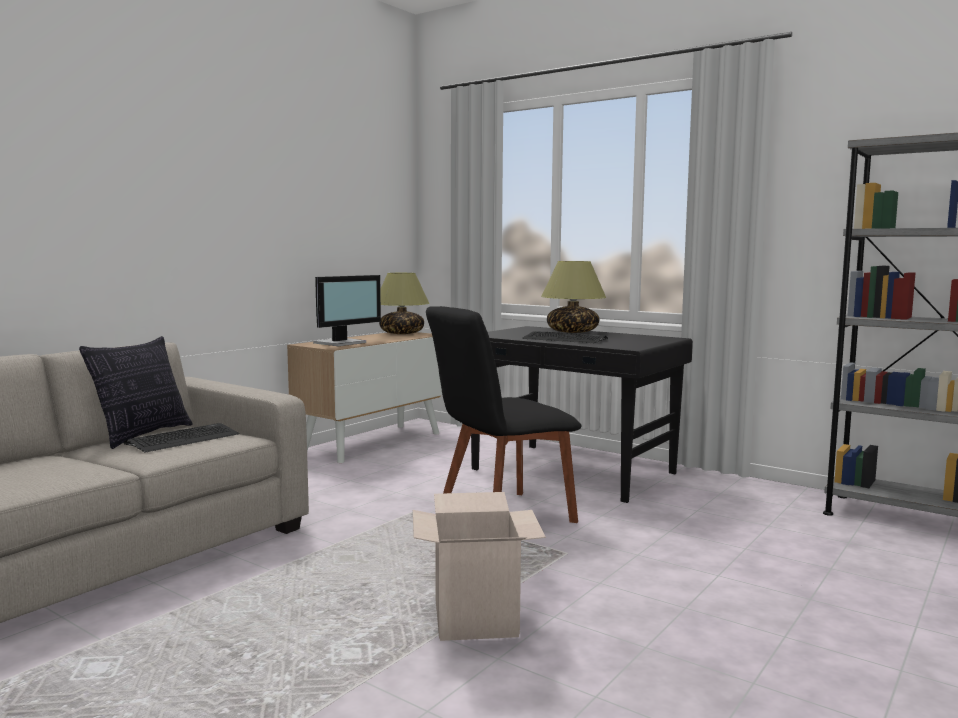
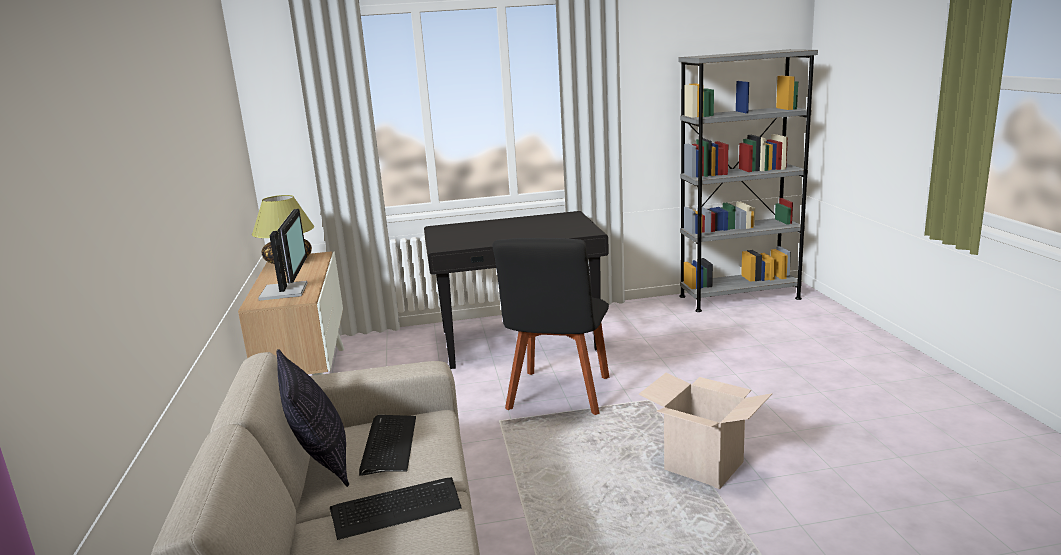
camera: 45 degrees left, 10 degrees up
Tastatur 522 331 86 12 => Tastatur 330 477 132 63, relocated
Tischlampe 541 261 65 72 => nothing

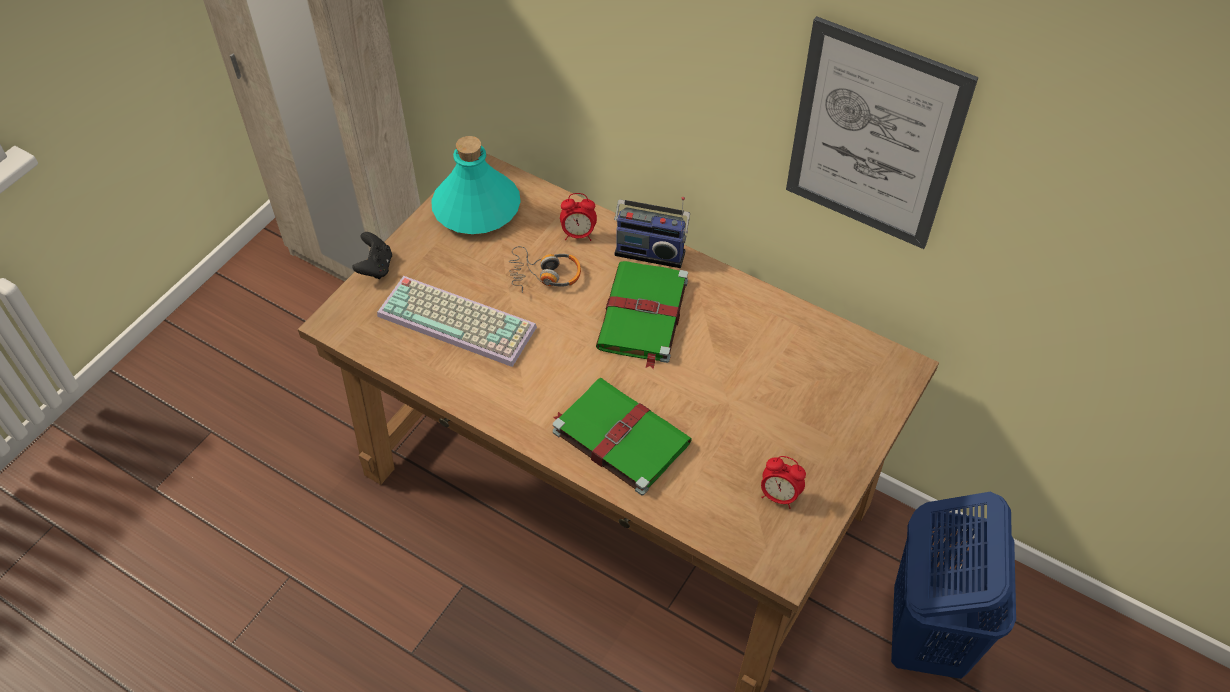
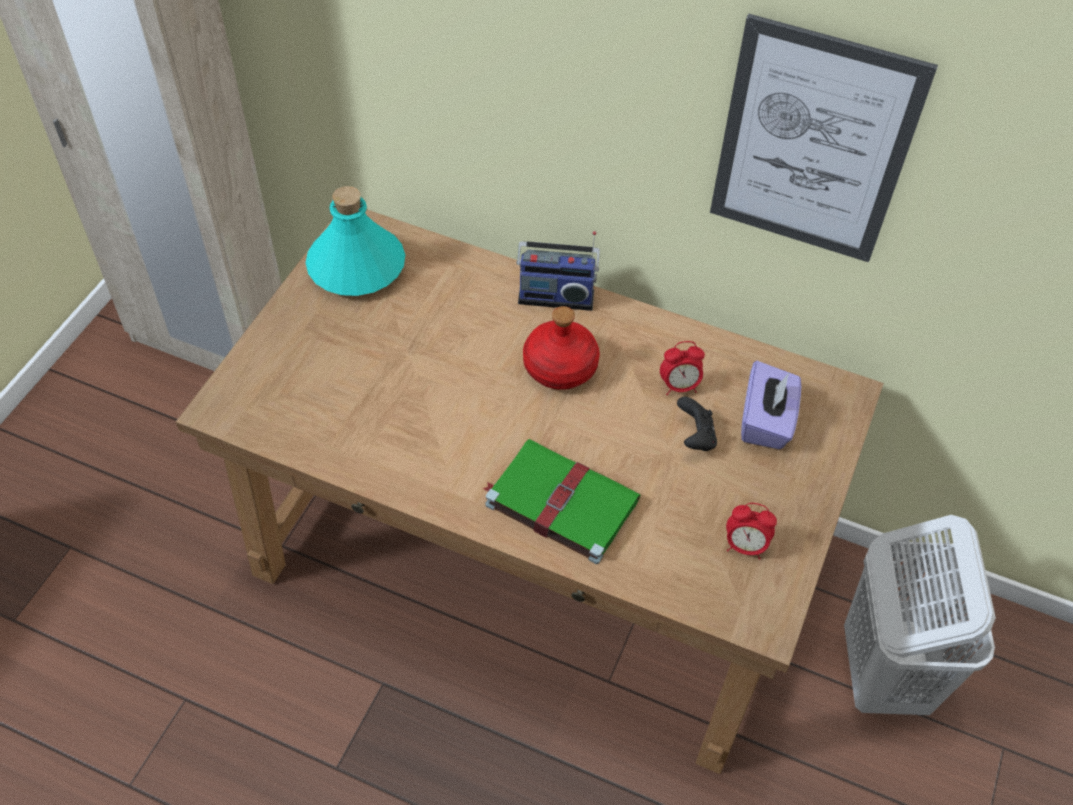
camera: 10 degrees left, 0 degrees up
Buch/grün 596 261 92 108 => Flasche/rot 523 306 77 84
Wecker 560 193 37 48 => Wecker 660 341 45 54, relocated
Gamepad/schwarz 352 232 40 47 => Gamepad/schwarz 677 397 40 54, relocated
nothing => Taschentuchbox/lila 741 361 60 88
Wäschekorb/blau 891 492 125 187 => Wäschekorb/weiß 844 515 152 200
Tastatur 377 276 160 91 => nothing
Kopfhörer 509 246 72 47 => nothing

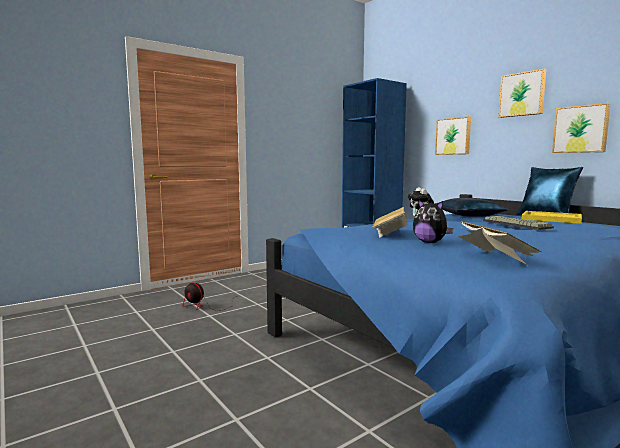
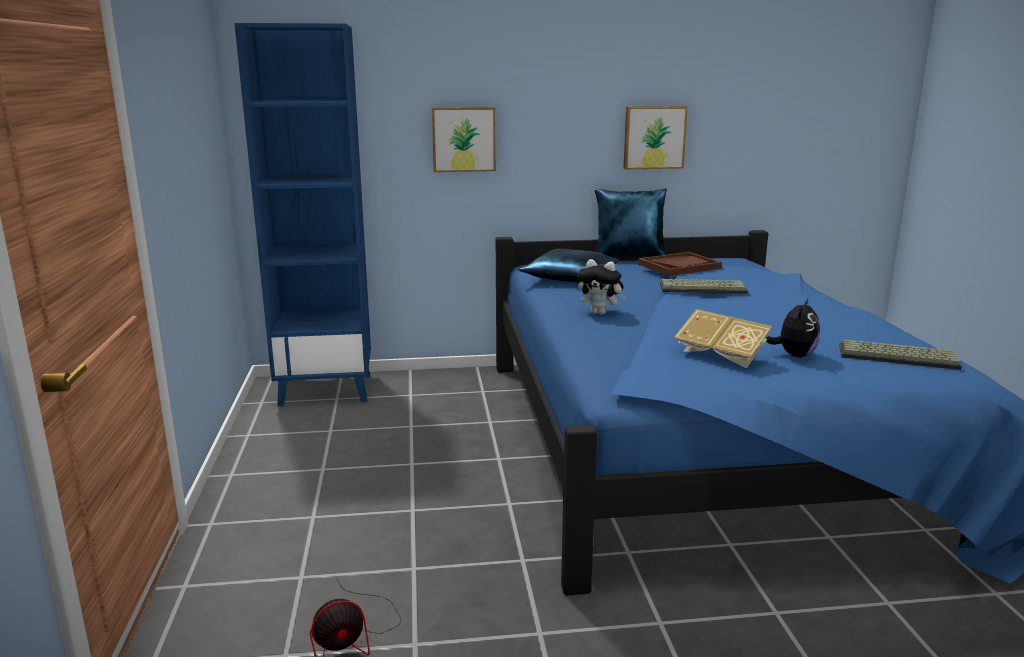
camera: 60 degrees left, 10 degrees up
Tablett/gelb 522 211 60 13 => Tablett/braun 638 252 84 24
Plüschtier 413 200 40 43 => Plüschtier 766 299 54 58, 45 degrees counterclockwise
Buch 458 221 84 44 => Tastatur 839 340 123 30
Bild 498 69 48 49 => nothing

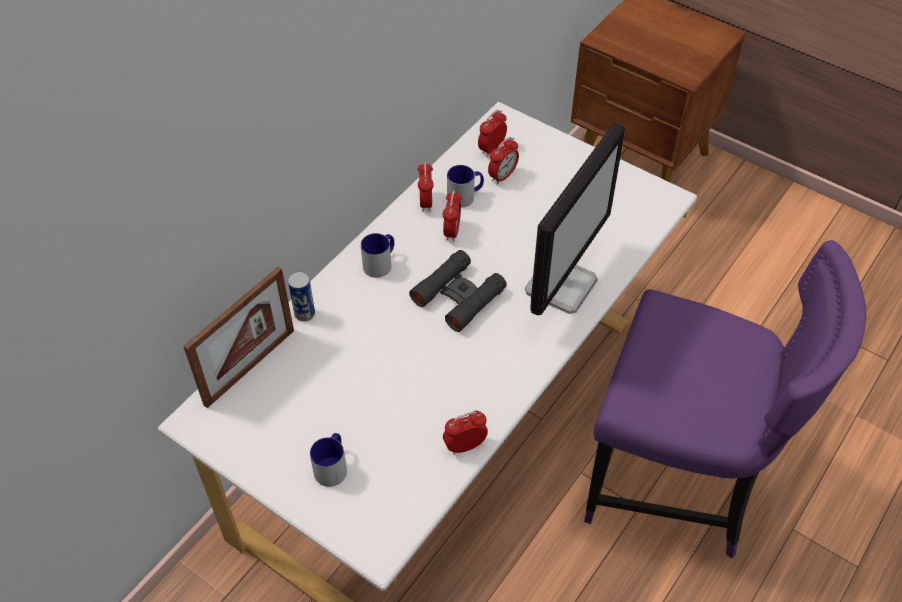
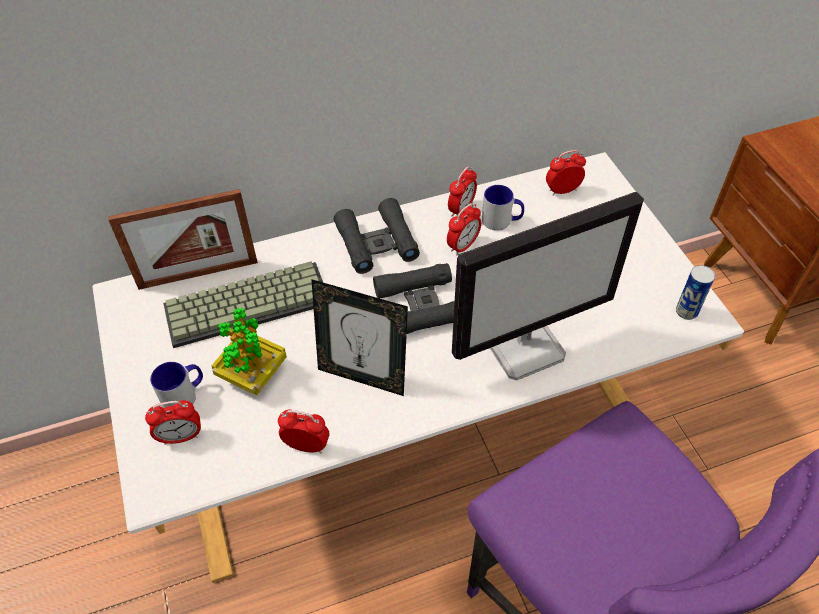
camera: 35 degrees right, 0 degrees up
Wecker 488 137 31 48 => Wecker 145 400 56 45, relocated
nothing => Tastatur 163 261 160 87
nothing => Topfpflanze 211 308 76 87
nothing => Bilderrahmen 311 279 97 117
Henkelbecher 361 233 33 45 => Fernglas/schwarz 334 198 86 76
Dose 288 271 27 51 => Dose 676 265 39 55, relocated

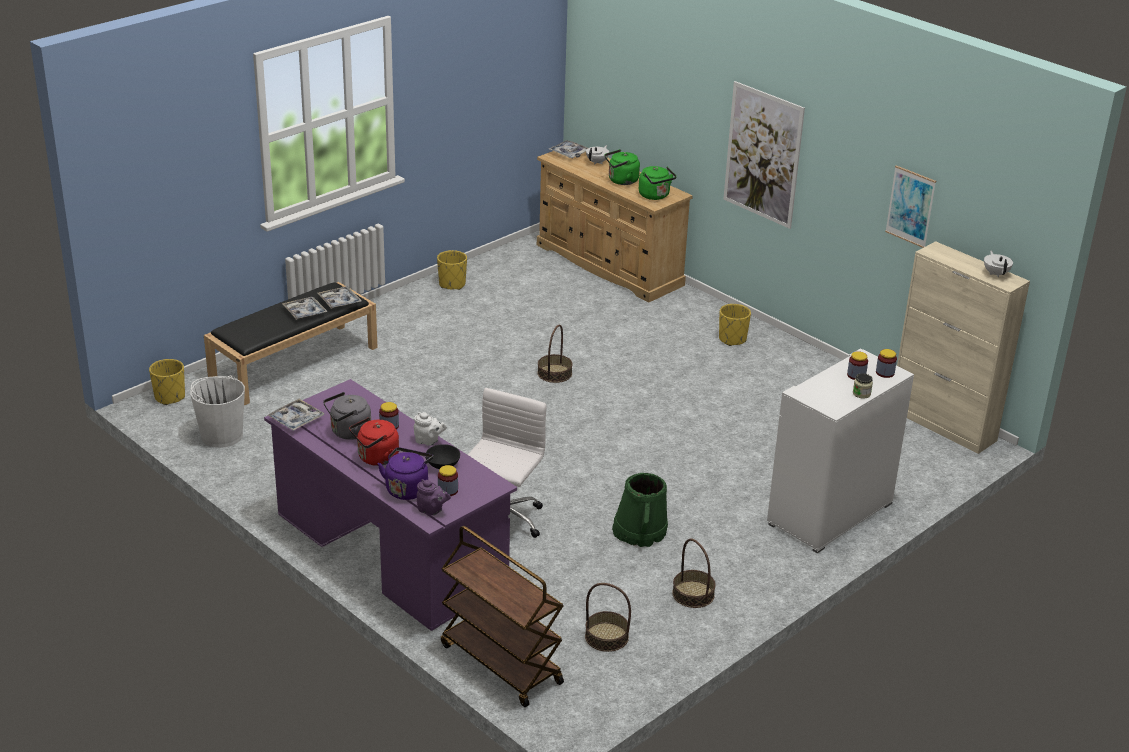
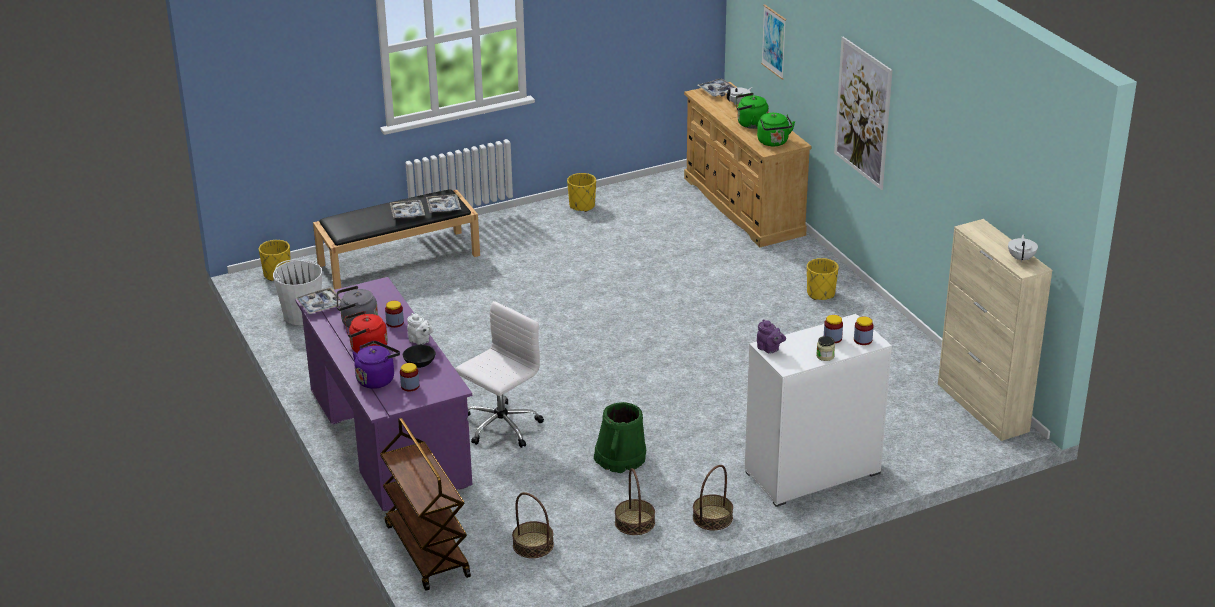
camera: 20 degrees right, 0 degrees up
Korb 538 325 35 58 => Korb 693 465 40 65, relocated
Teekanne/lila 417 479 34 36 => Teekanne/lila 757 319 29 35, relocated
Bild 885 165 51 83 => Bild 761 5 25 74, relocated

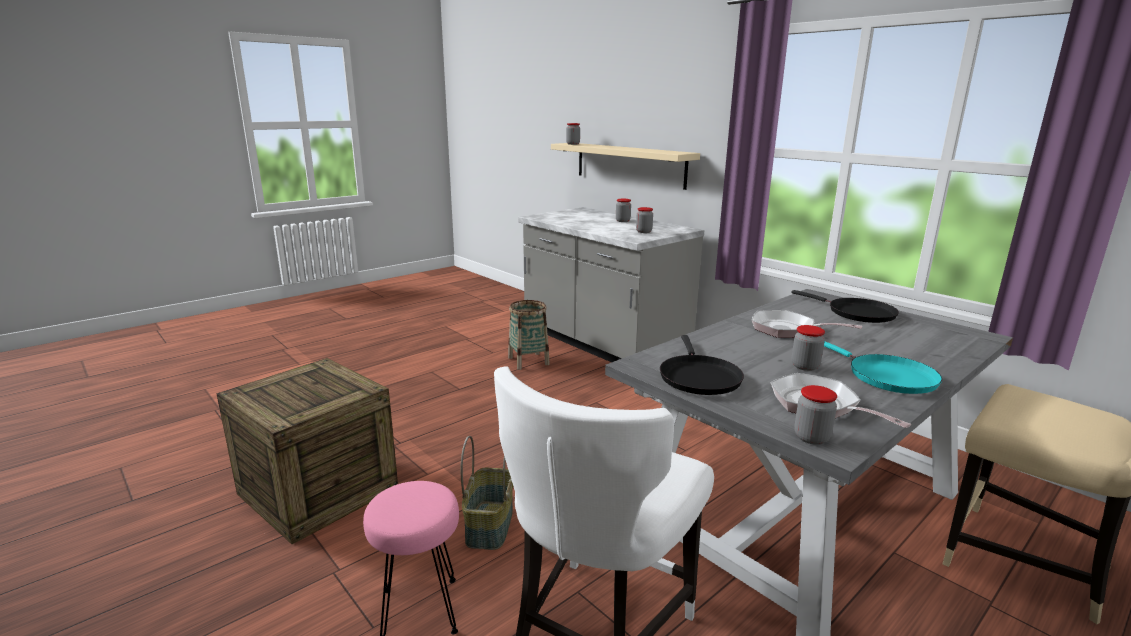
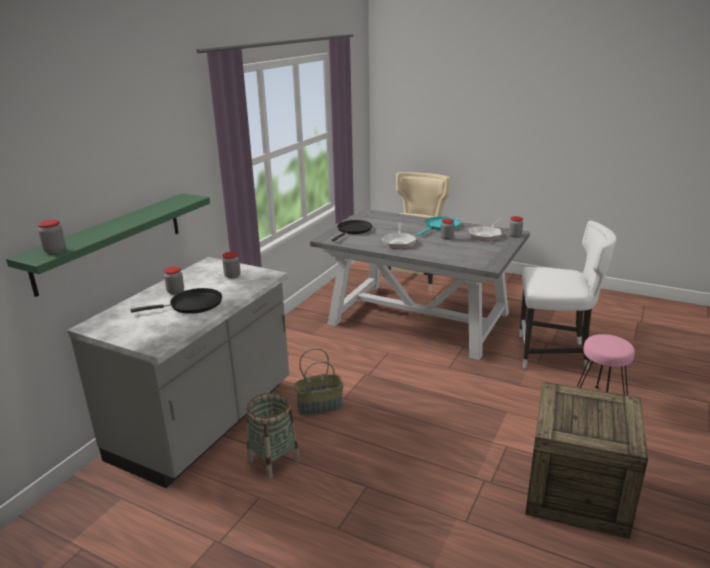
camera: 110 degrees left, 5 degrees up
Wandregal/beige 551 143 149 47 => Wandregal/grün 6 193 204 104
Pfanne/schwarz 660 335 84 60 => Pfanne/schwarz 131 288 91 26, relocated
Korb 460 436 53 114 => Korb 295 348 49 68, relocated

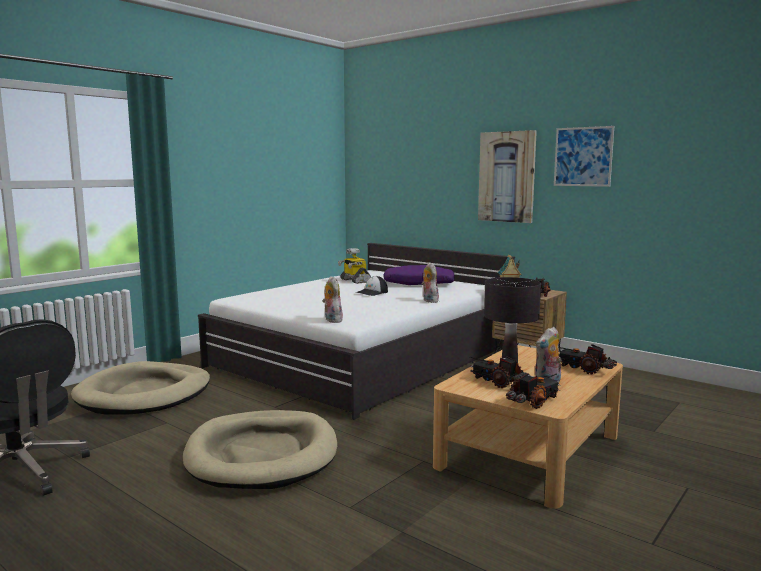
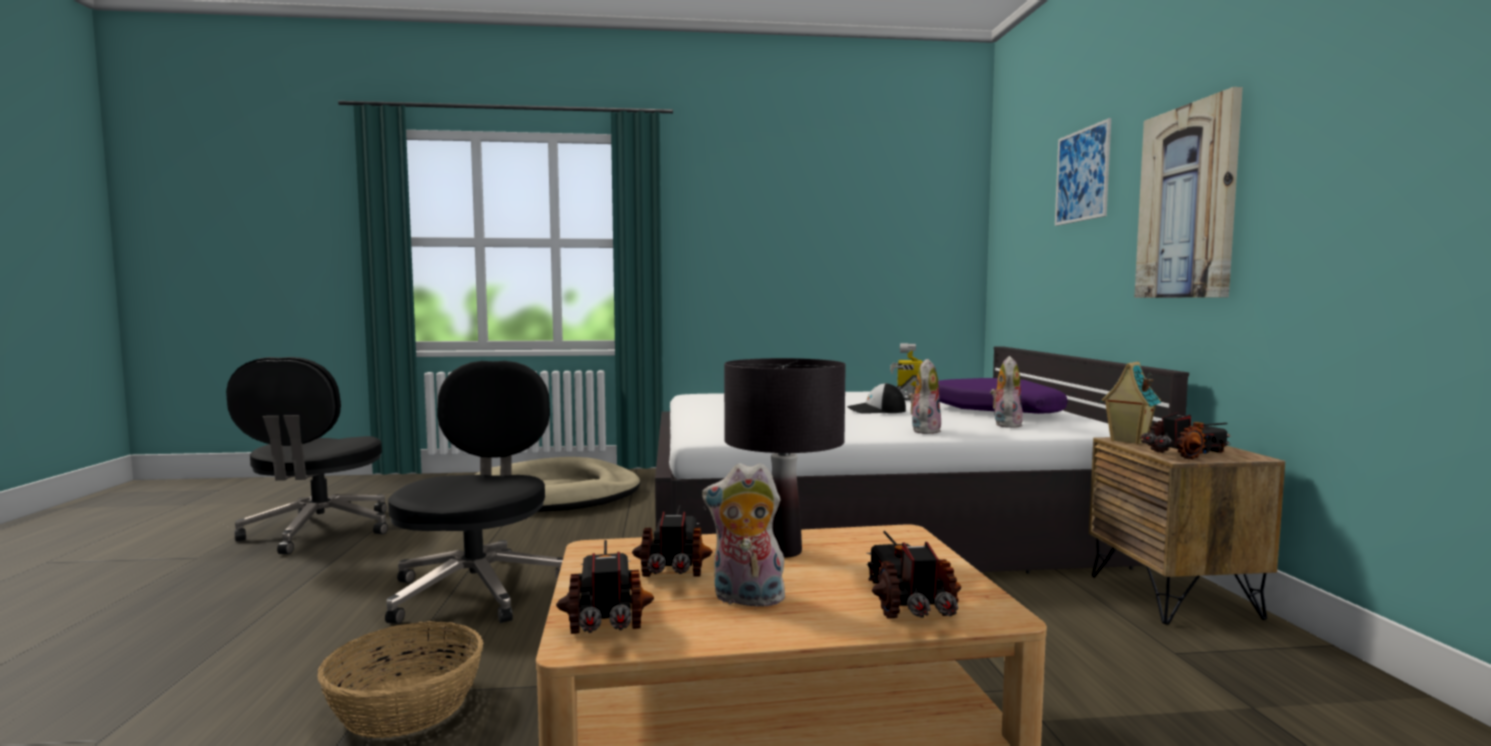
camera: 45 degrees right, 5 degrees down
nothing => Korb 317 621 167 117
Hundebett/beige 183 410 154 79 => Bürostuhl/schwarz 385 361 178 263
Spielzeuglaster 506 373 55 36 => Spielzeuglaster 556 540 98 94, 105 degrees counterclockwise
Plüschtier 322 276 21 47 => Plüschtier 990 356 33 72, relocated
Bild 554 126 60 61 => Bild 1055 118 56 108, relocated

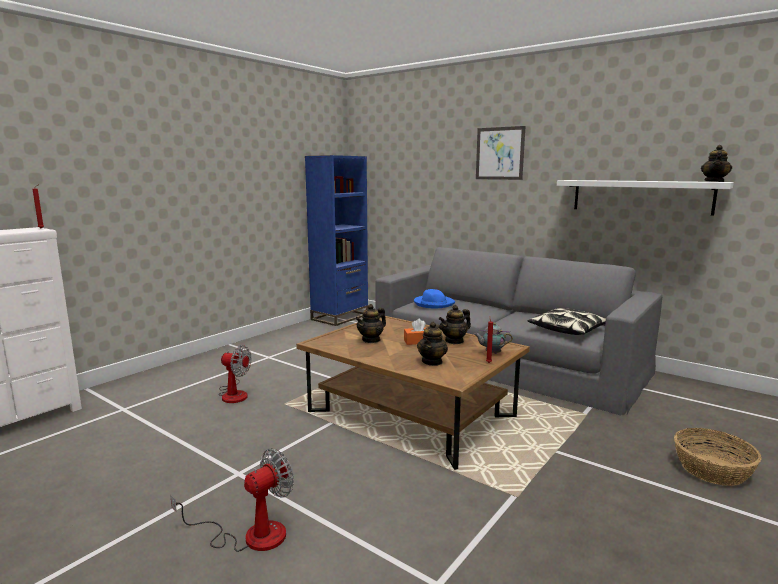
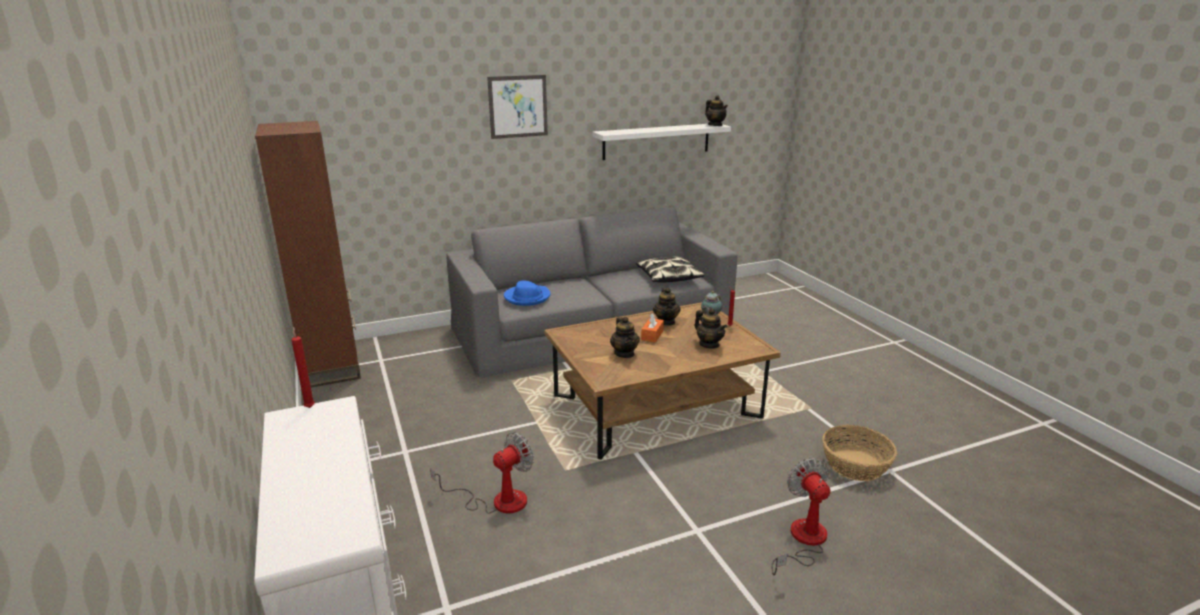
camera: 60 degrees left, 10 degrees up
Bücherregal/blau 305 155 63 171 => Bücherregal/braun 255 121 106 267
Korb 674 428 88 58 => Korb 822 425 75 56, relocated

